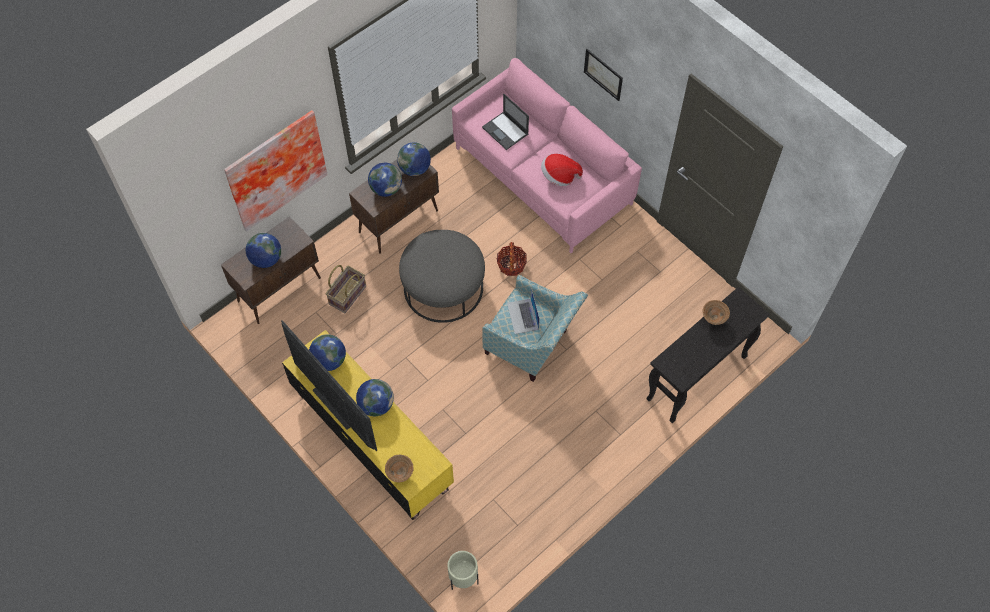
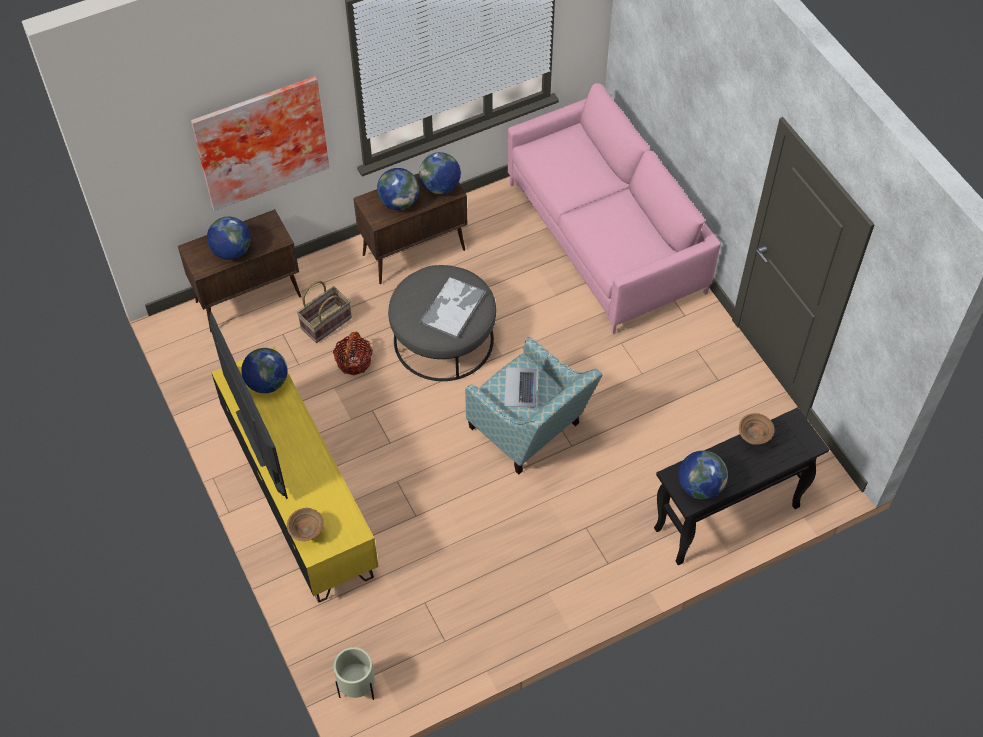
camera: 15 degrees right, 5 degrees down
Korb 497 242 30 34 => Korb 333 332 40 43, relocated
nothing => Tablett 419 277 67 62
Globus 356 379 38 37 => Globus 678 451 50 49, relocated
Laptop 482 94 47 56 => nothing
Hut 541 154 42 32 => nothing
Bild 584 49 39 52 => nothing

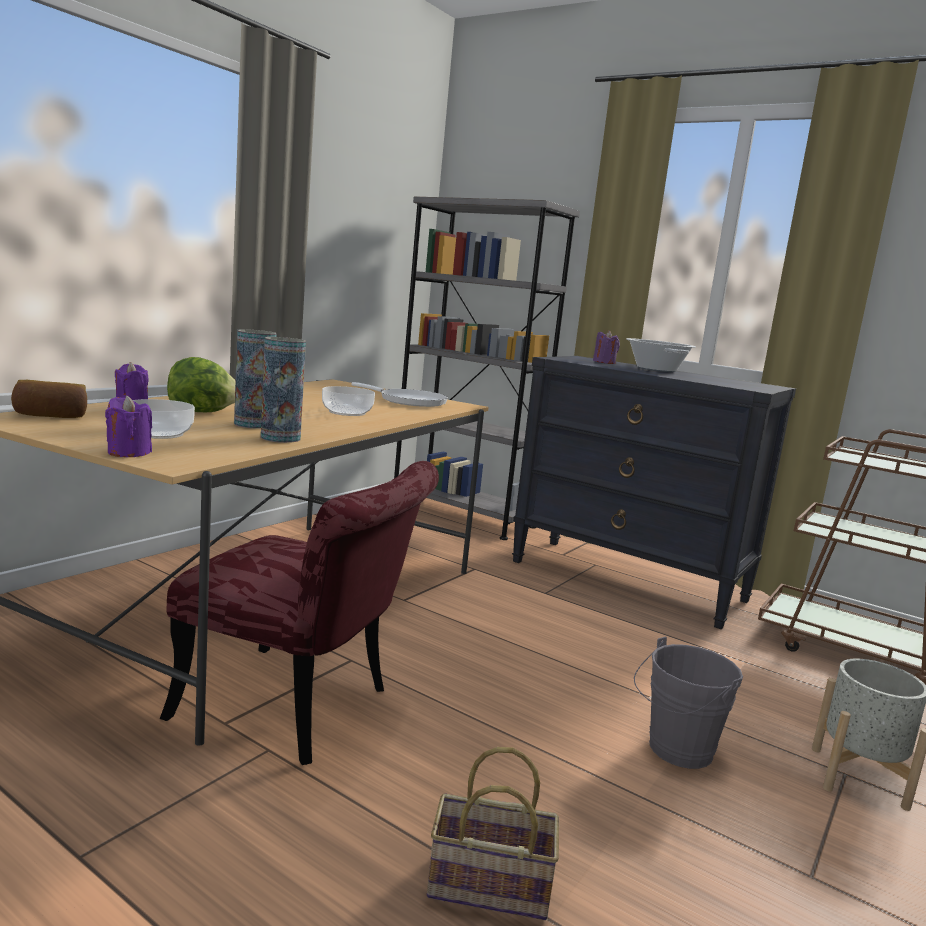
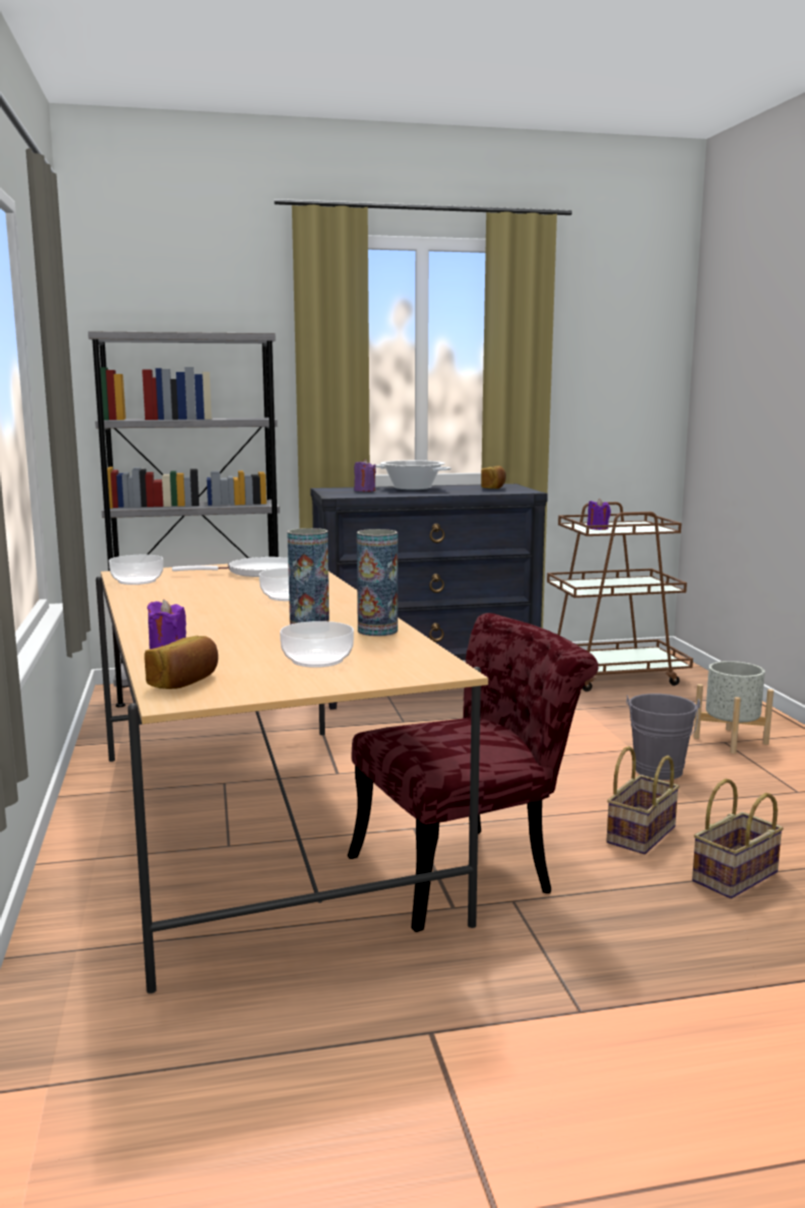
camera: 45 degrees left, 0 degrees up
nothing => Schüssel 109 555 54 30
nothing => Brot 481 466 25 23
Kerze/lila 105 396 47 61 => Kerze/lila 587 498 24 32, relocated
nothing => Korb 606 746 74 108
Salatkopf 167 357 69 55 => nothing

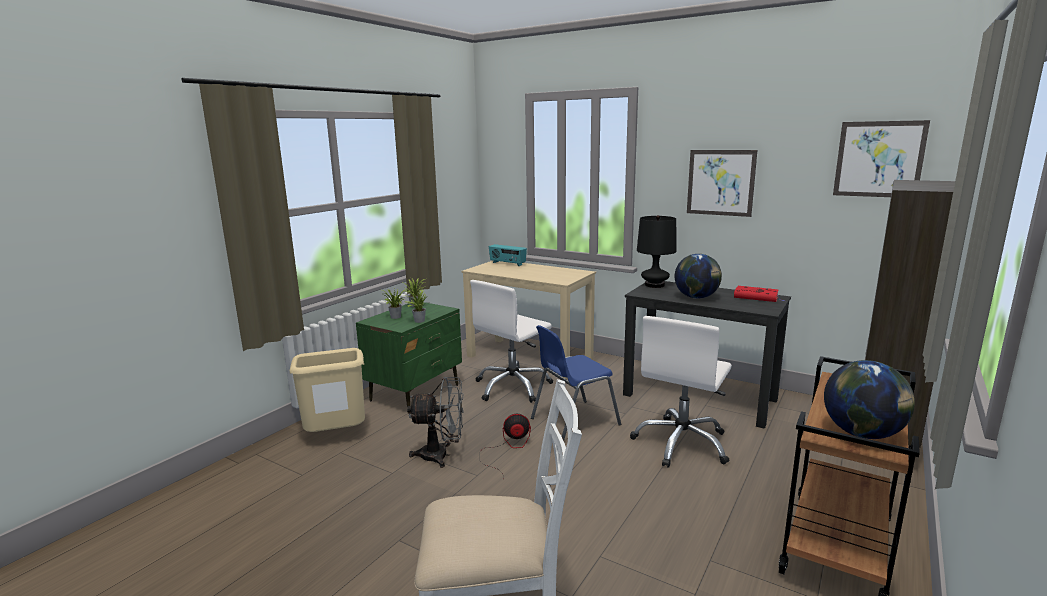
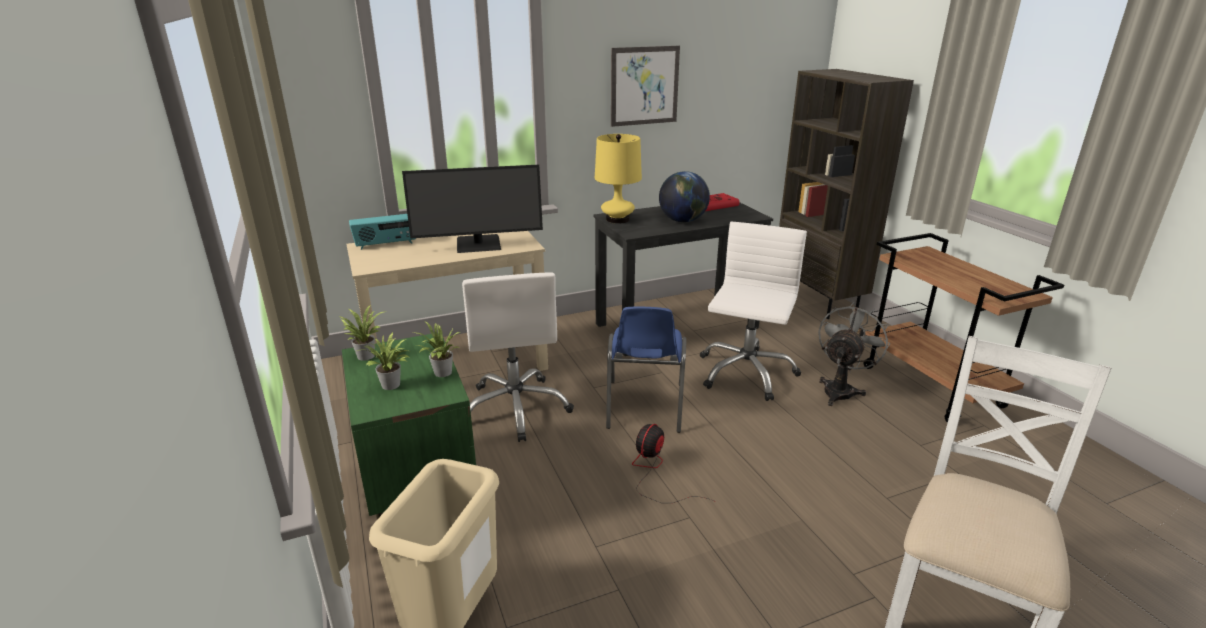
camera: 55 degrees left, 10 degrees up
nothing => Monitor 402 165 141 88
Tischlampe/schwarz 637 215 40 73 => Tischlampe/gelb 595 134 47 90
Bürostuhl/weiß 630 316 102 152 => Bürostuhl/weiß 700 222 107 179, 135 degrees counterclockwise
Ventilator/grau 407 377 57 91 => Ventilator/grau 818 302 72 104, relocated
Globus 824 360 91 79 => nothing
Bild 833 120 97 77 => nothing

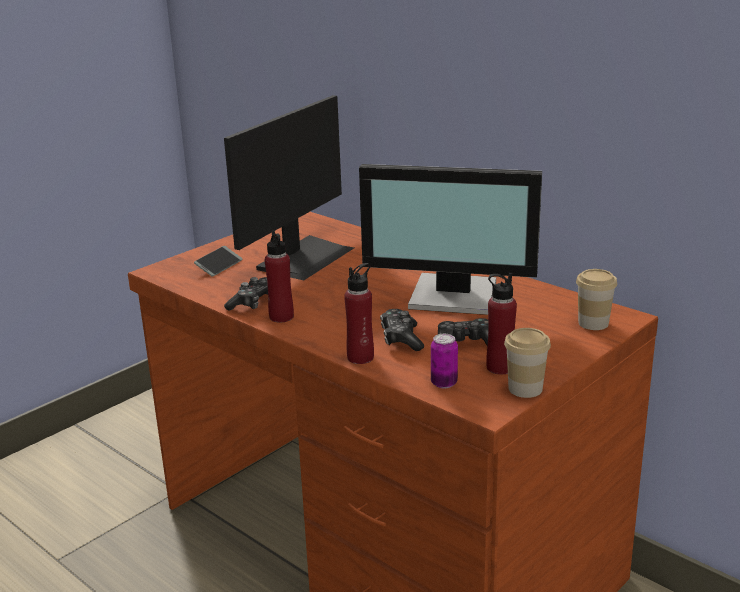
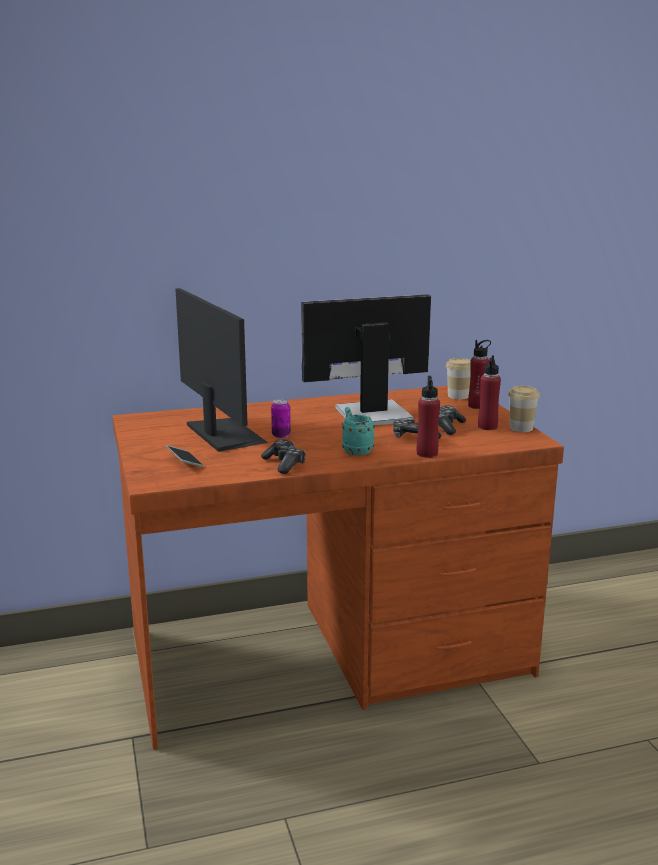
camera: 60 degrees left, 5 degrees down
Dose 431 334 27 54 => Dose 271 399 20 39, relocated
Monitor 359 164 183 151 => Monitor 301 294 130 131, 150 degrees counterclockwise
nothing => Henkelbecher/türkis 342 407 33 48
Flasche/rot 265 230 29 93 => Flasche/rot 468 340 23 69, relocated

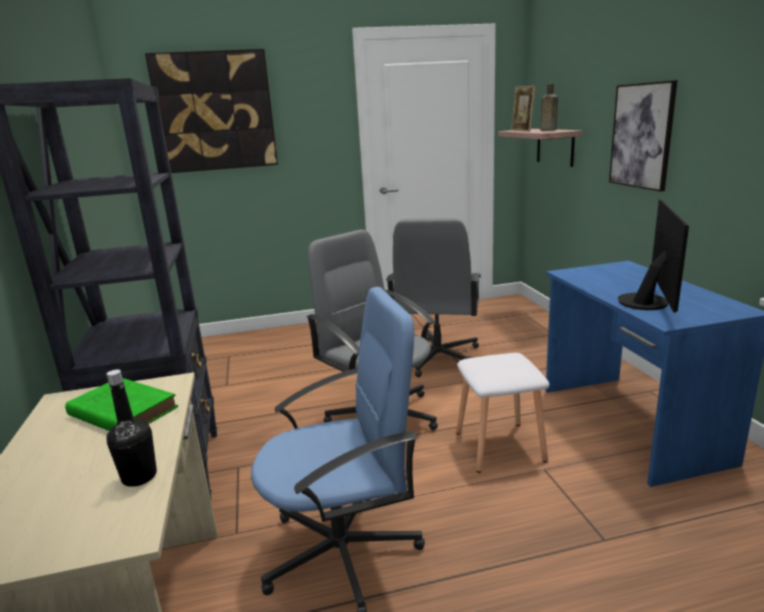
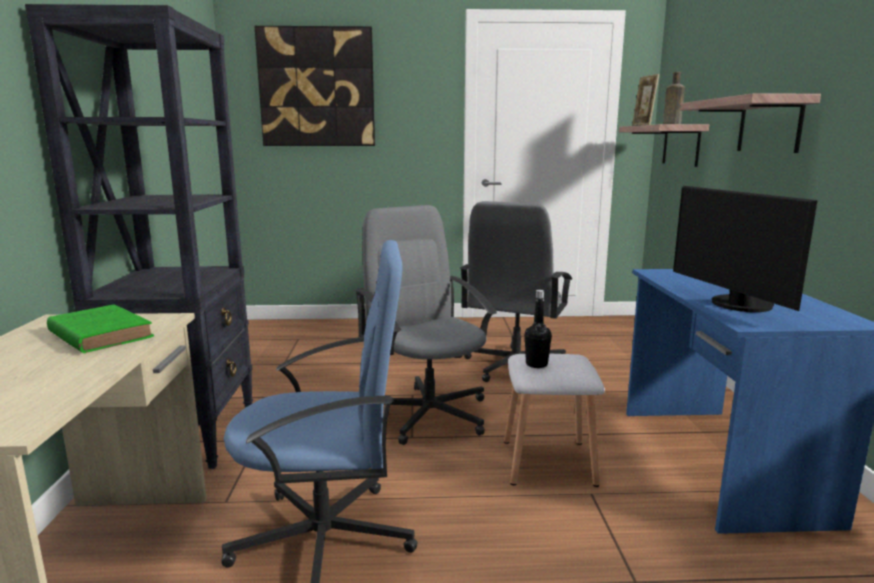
camera: 10 degrees right, 5 degrees down
Flasche/schwarz 106 370 51 117 => Flasche/schwarz 525 290 27 78, relocated
Monitor 618 200 71 113 => Monitor 673 186 144 126, 135 degrees clockwise
Bild 609 80 68 112 => Wandregal 680 94 141 59

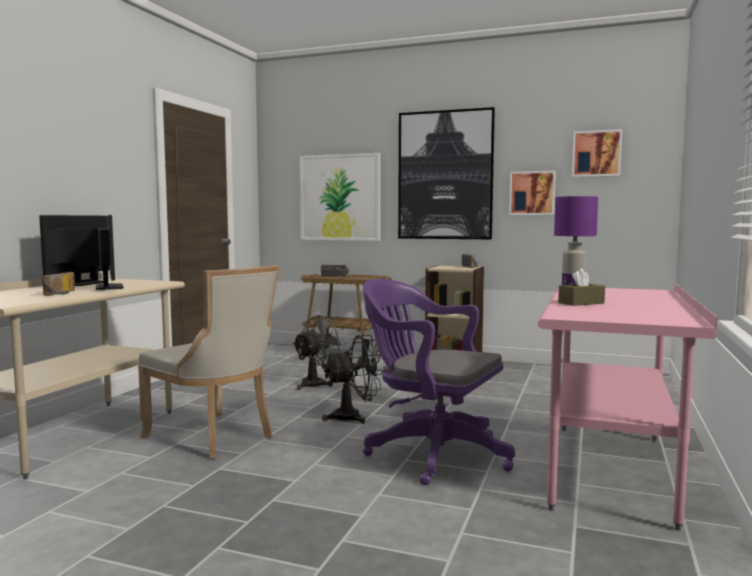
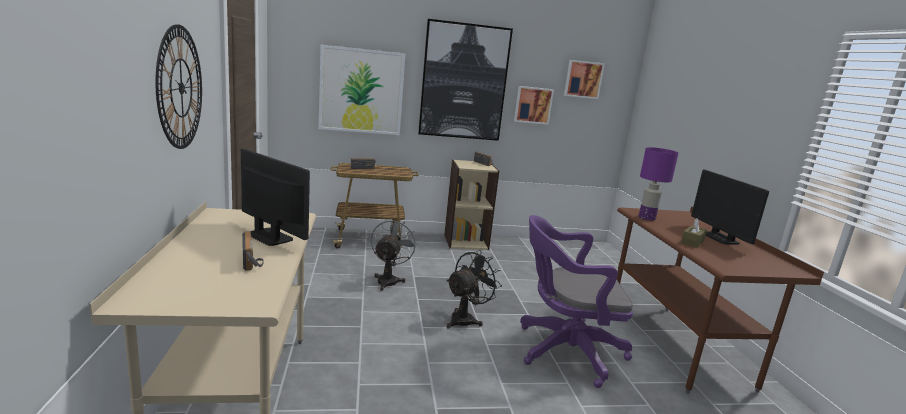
camera: 30 degrees left, 10 degrees up
nothing => Wanduhr 155 24 47 125
Schreibtisch/rosa 538 283 179 248 => Schreibtisch/braun 617 206 207 187
Monitor 39 215 71 71 => Monitor 691 169 78 75, relocated
Stuhl/beige 138 265 141 194 => nothing

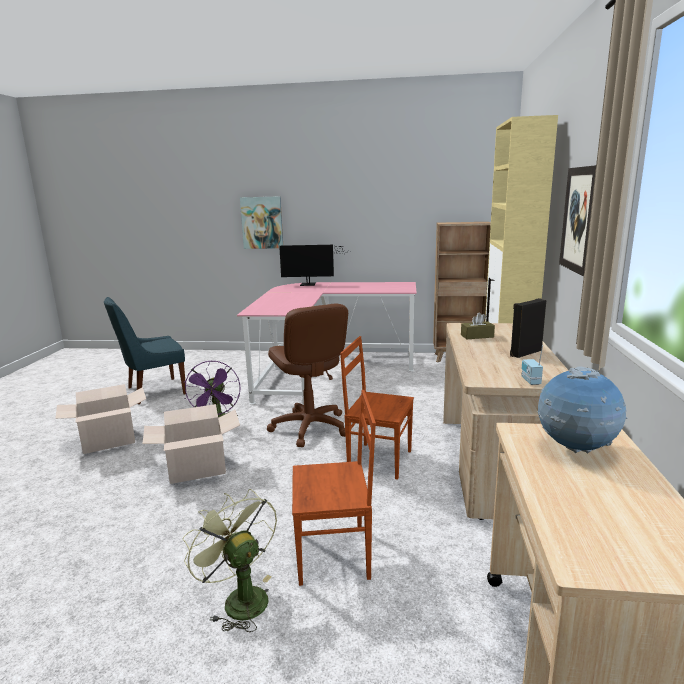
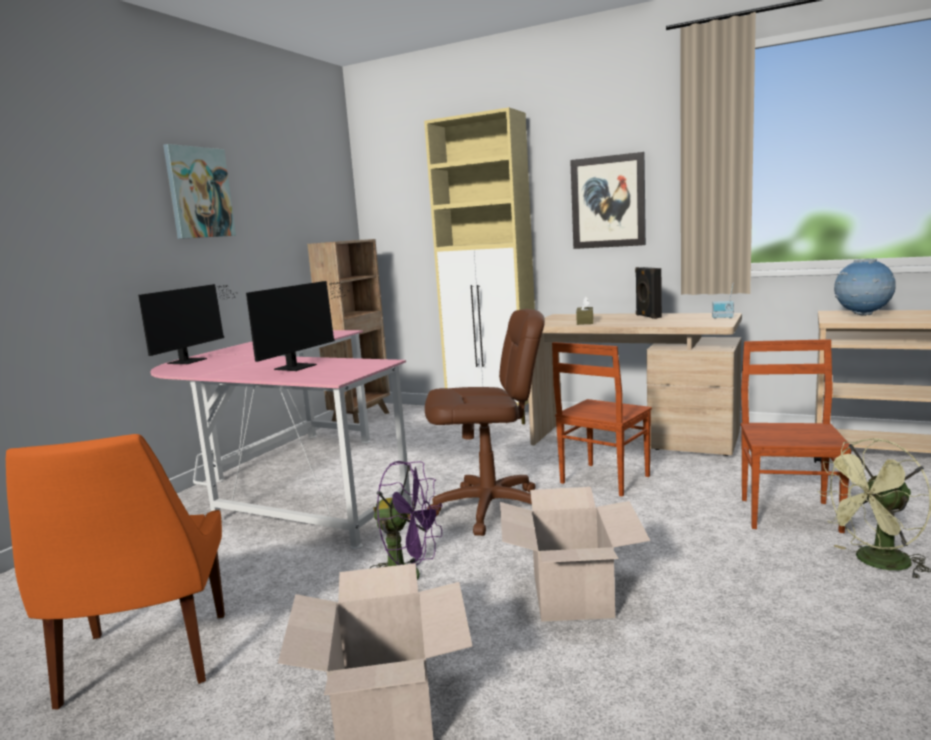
camera: 70 degrees left, 5 degrees down
Stuhl/blau 104 297 82 107 => Stuhl/orange 6 434 219 276
Bild 240 196 43 53 => Bild 163 144 73 95, relocated
nothing => Monitor 246 281 103 90

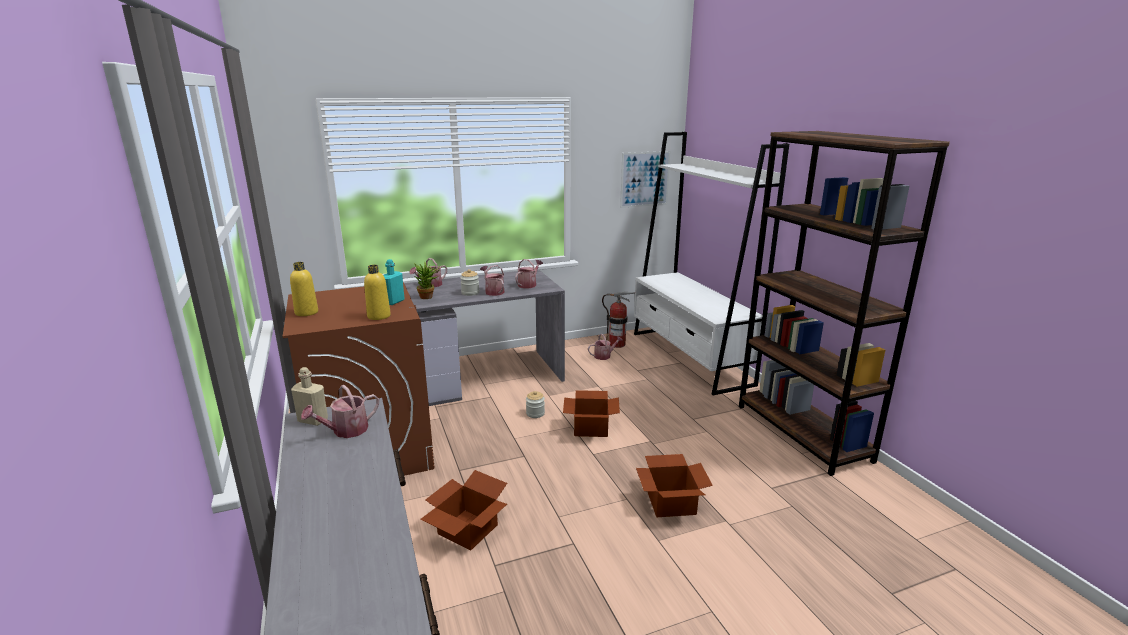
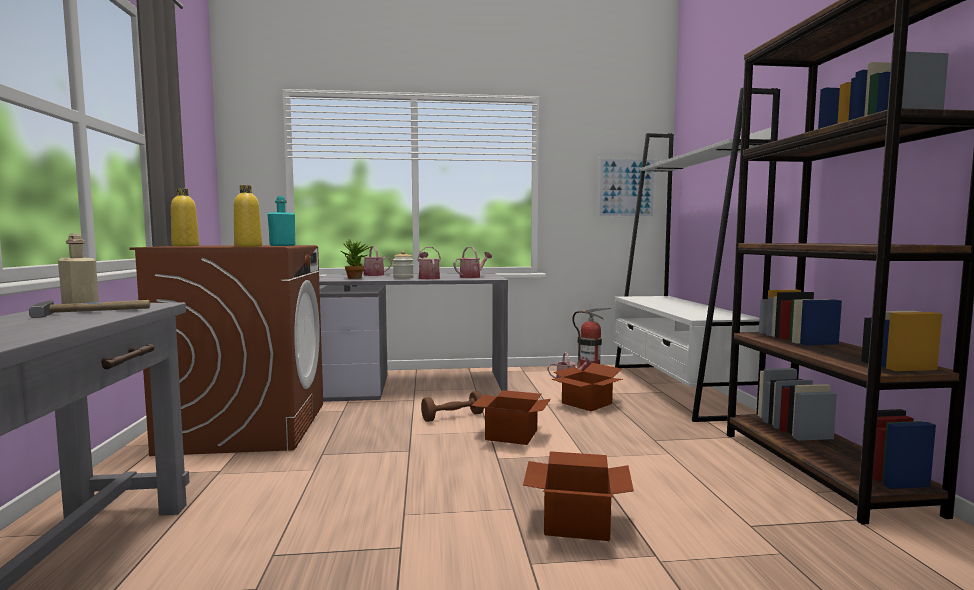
camera: 15 degrees right, 15 degrees down
Gießkanne 301 385 78 53 => Hammer 29 300 121 18
Vorratsglas 526 391 19 27 => Hantel/braun 421 391 63 31
Karton 420 470 87 81 => Karton 551 363 72 48, relocated

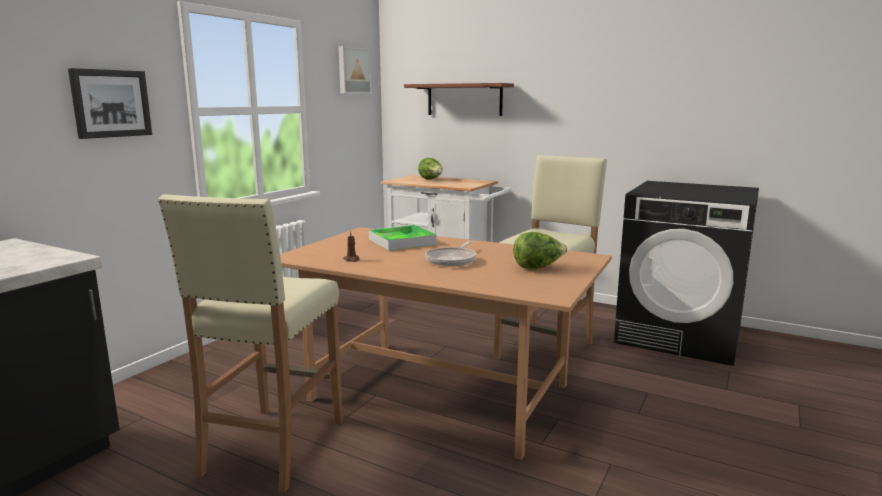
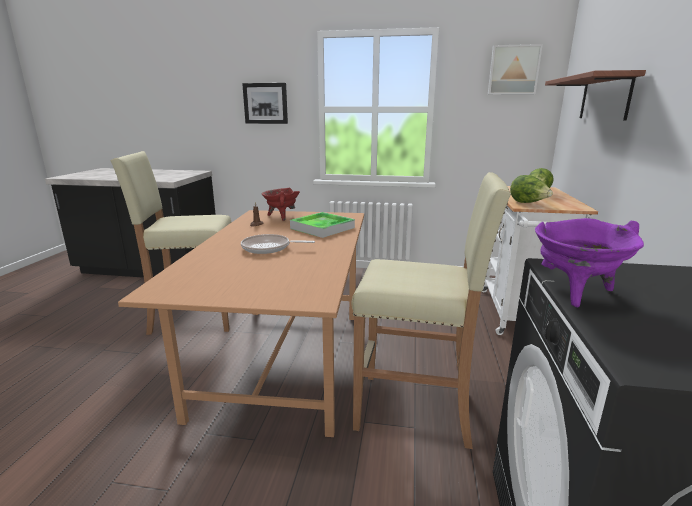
camera: 70 degrees right, 5 degrees up
nothing => Kochtopf/rot 262 188 38 33
Salatkopf 513 232 54 37 => Salatkopf 510 175 43 28, relocated
nothing => Kochtopf/lila 535 218 109 89

